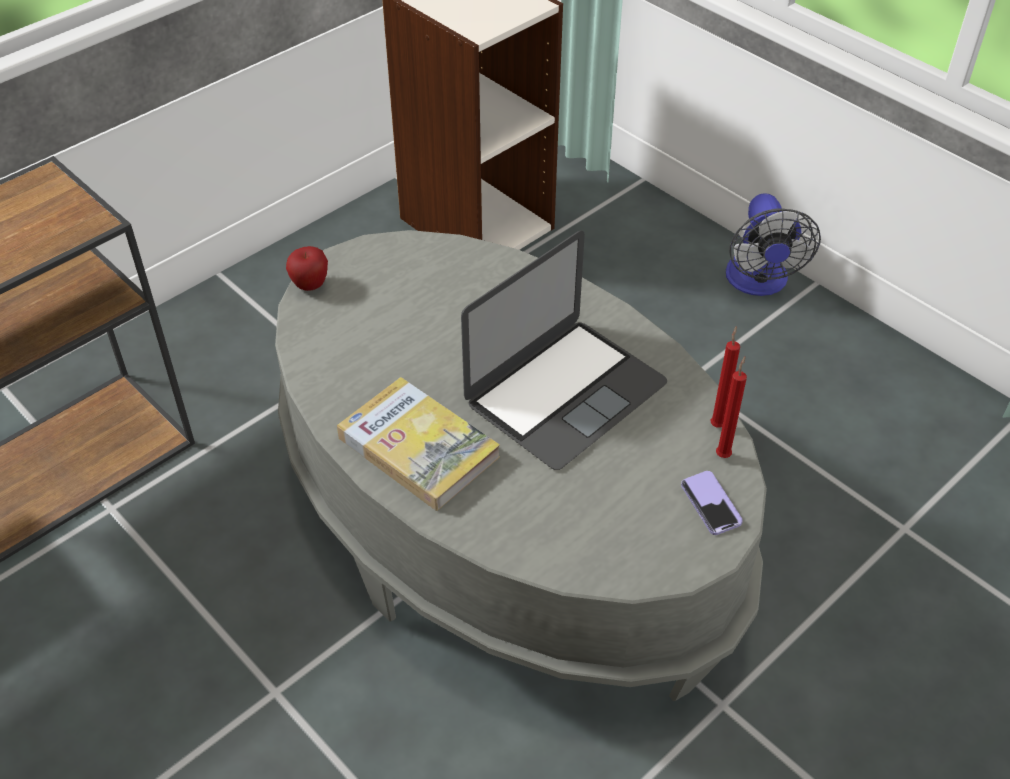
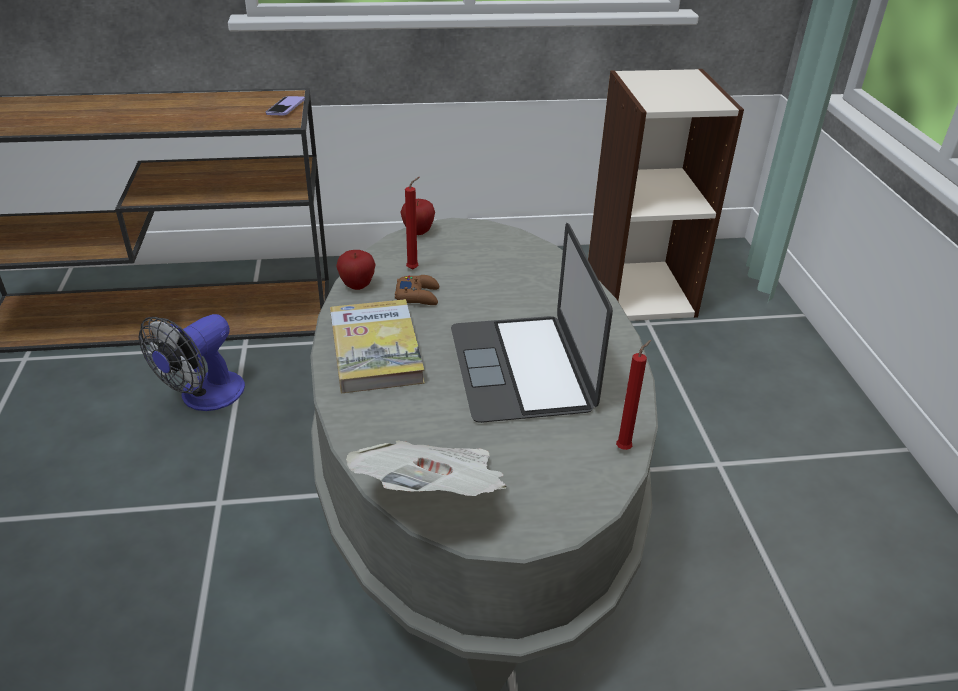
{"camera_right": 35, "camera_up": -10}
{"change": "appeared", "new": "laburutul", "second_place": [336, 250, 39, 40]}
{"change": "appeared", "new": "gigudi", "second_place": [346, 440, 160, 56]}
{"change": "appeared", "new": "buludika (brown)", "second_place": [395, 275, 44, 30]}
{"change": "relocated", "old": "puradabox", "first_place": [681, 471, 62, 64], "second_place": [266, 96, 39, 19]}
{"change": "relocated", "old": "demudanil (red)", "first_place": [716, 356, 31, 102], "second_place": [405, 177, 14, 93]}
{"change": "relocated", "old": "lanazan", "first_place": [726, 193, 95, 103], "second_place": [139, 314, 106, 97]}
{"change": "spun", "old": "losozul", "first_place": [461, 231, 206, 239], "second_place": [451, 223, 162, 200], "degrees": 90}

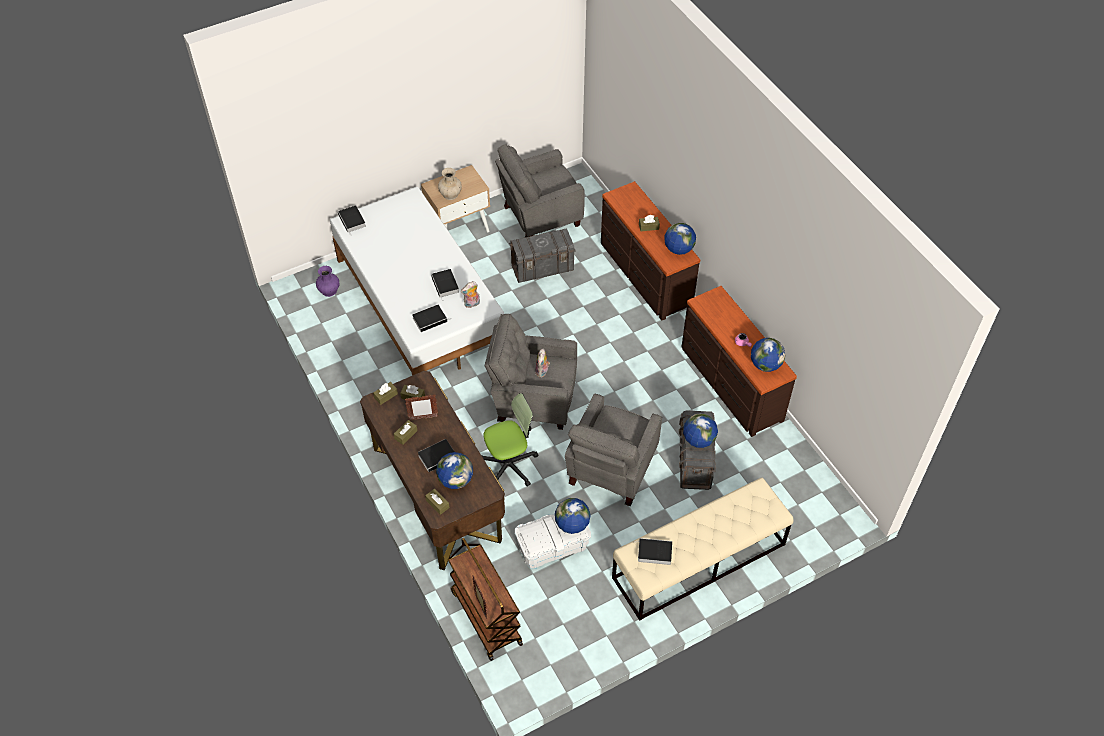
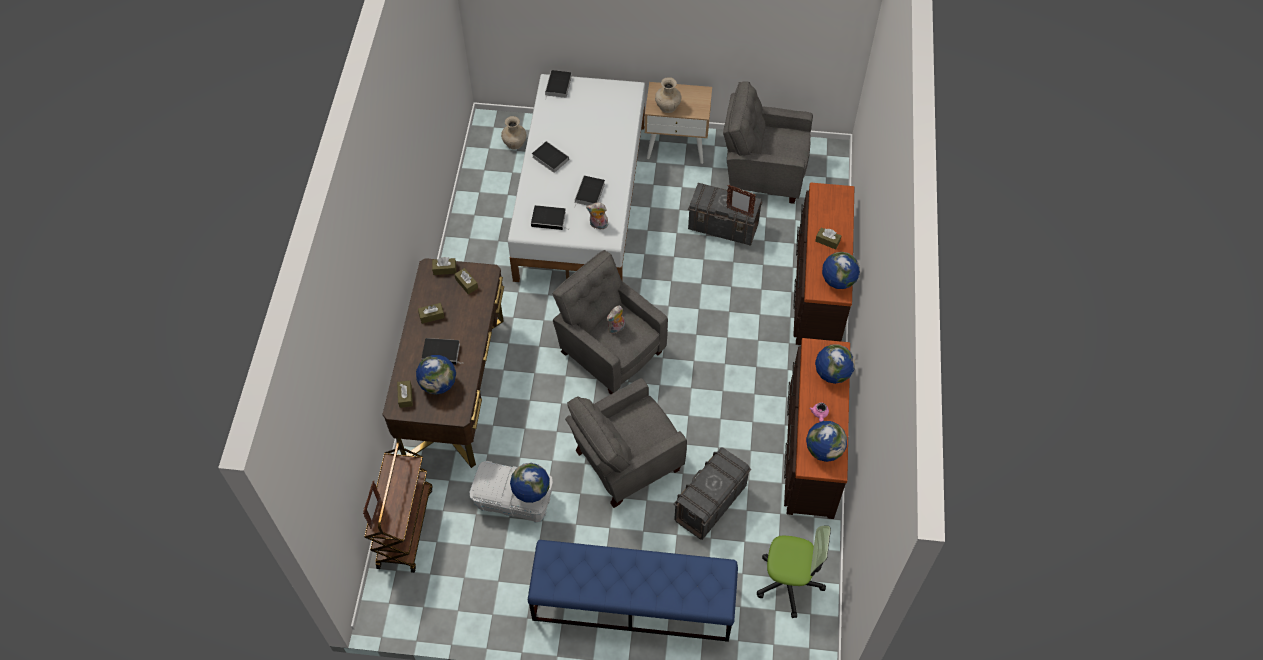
{"camera_right": 35, "camera_up": 5}
{"change": "relocated", "old": "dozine", "first_place": [405, 394, 33, 26], "second_place": [726, 185, 30, 32]}
{"change": "relocated", "old": "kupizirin", "first_place": [481, 393, 57, 94], "second_place": [757, 525, 74, 93]}
{"change": "relocated", "old": "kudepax", "first_place": [633, 538, 39, 27], "second_place": [532, 141, 37, 32]}
{"change": "relocated", "old": "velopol", "first_place": [683, 413, 35, 35], "second_place": [815, 344, 40, 40]}
{"change": "colour", "old": "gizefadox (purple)", "new": "gizefadox (beige)", "first_place": [316, 266, 24, 31], "second_place": [501, 116, 25, 34]}
{"change": "colour", "old": "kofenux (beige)", "new": "kofenux (blue)", "first_place": [612, 478, 181, 143], "second_place": [528, 540, 210, 102]}

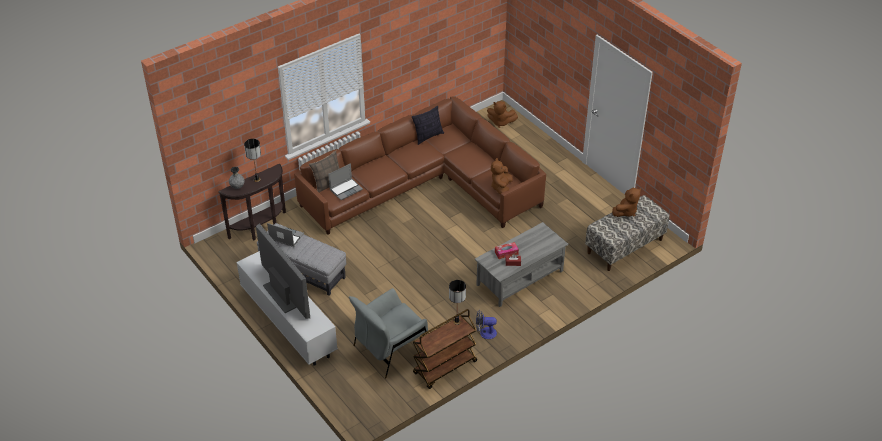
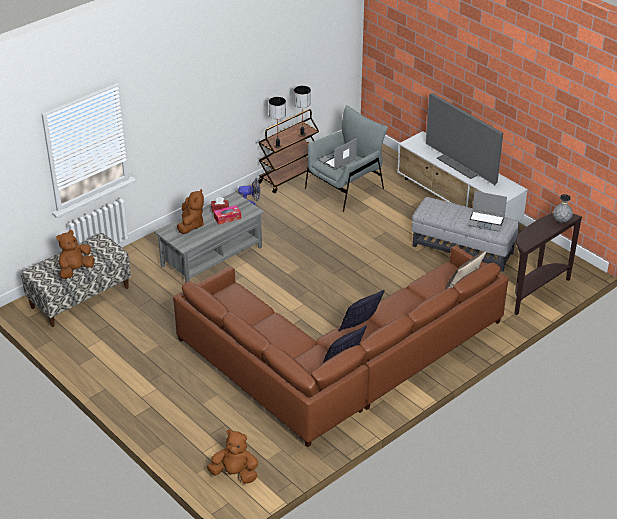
{"camera_right": 175, "camera_up": -5}
{"change": "appeared", "new": "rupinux", "second_place": [338, 290, 47, 42]}
{"change": "relocated", "old": "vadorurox", "first_place": [244, 139, 17, 43], "second_place": [294, 86, 17, 51]}
{"change": "relocated", "old": "losozul", "first_place": [328, 163, 35, 37], "second_place": [319, 138, 38, 32]}
{"change": "relocated", "old": "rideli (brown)", "first_place": [491, 158, 22, 37], "second_place": [177, 189, 27, 45]}

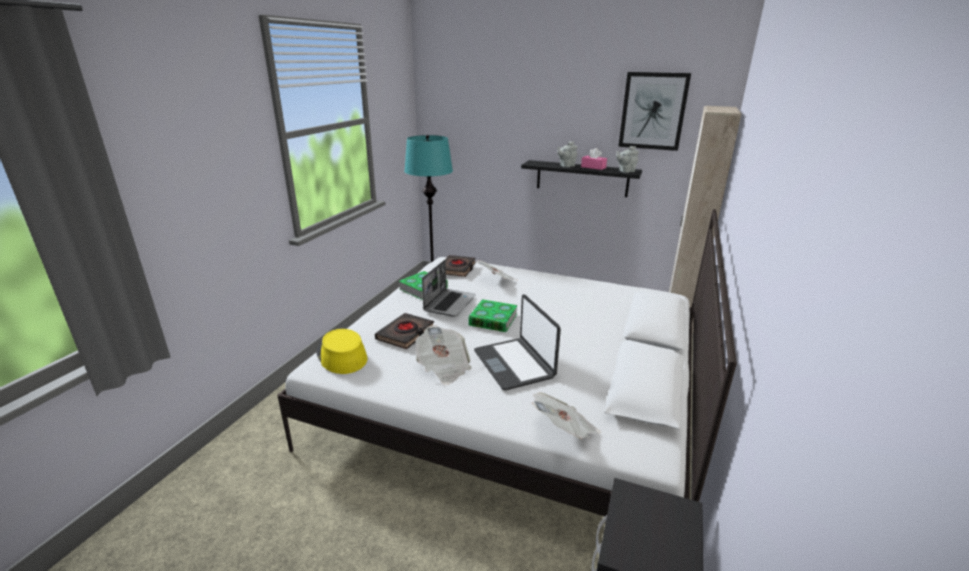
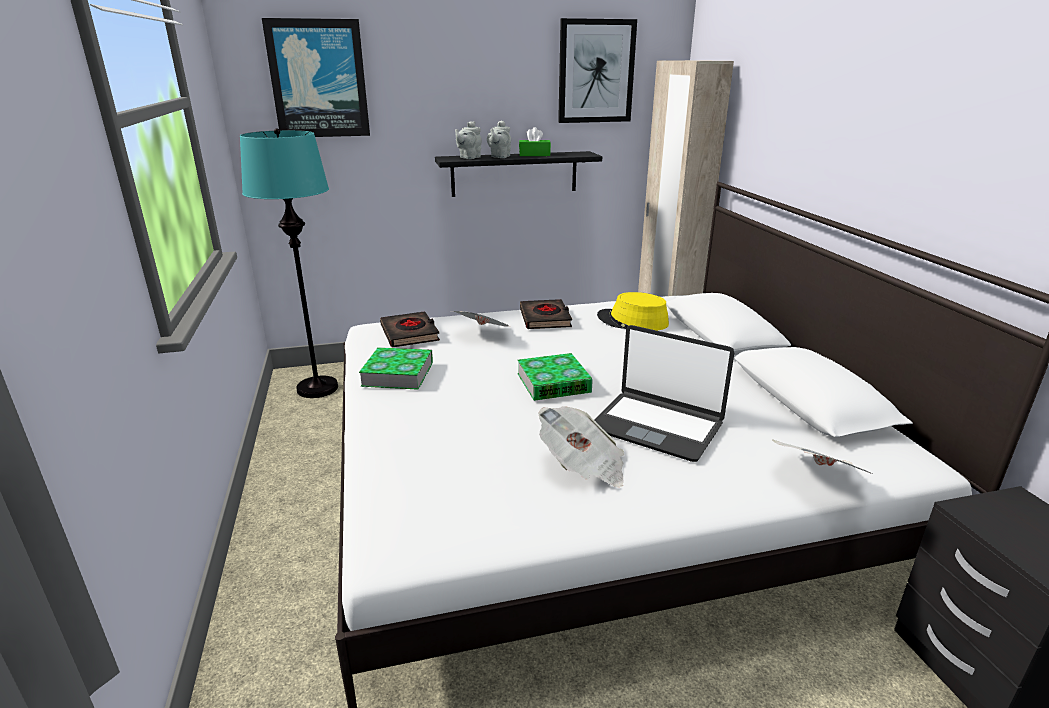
{"camera_right": -35, "camera_up": 0}
{"change": "missing", "old": "losozul", "first_place": [422, 260, 54, 56]}
{"change": "appeared", "new": "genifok", "second_place": [262, 18, 108, 119]}
{"change": "relocated", "old": "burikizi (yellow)", "first_place": [317, 329, 50, 45], "second_place": [597, 292, 72, 39]}
{"change": "relocated", "old": "kudepax (black)", "first_place": [375, 313, 59, 36], "second_place": [520, 299, 52, 30]}
{"change": "relocated", "old": "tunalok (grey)", "first_place": [616, 146, 23, 27], "second_place": [455, 121, 27, 38]}
{"change": "colour", "old": "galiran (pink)", "new": "galiran (green)", "first_place": [581, 148, 26, 22], "second_place": [519, 127, 32, 29]}

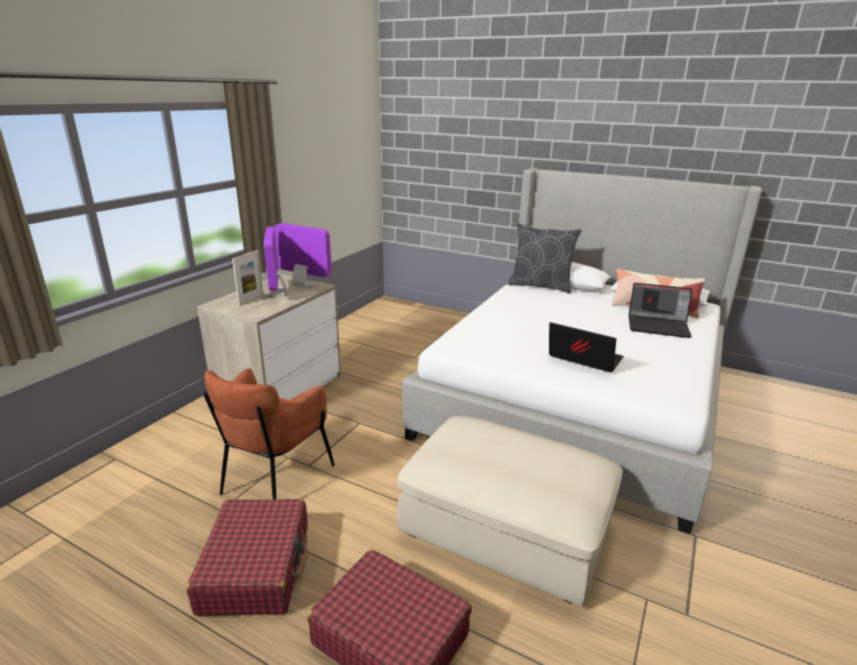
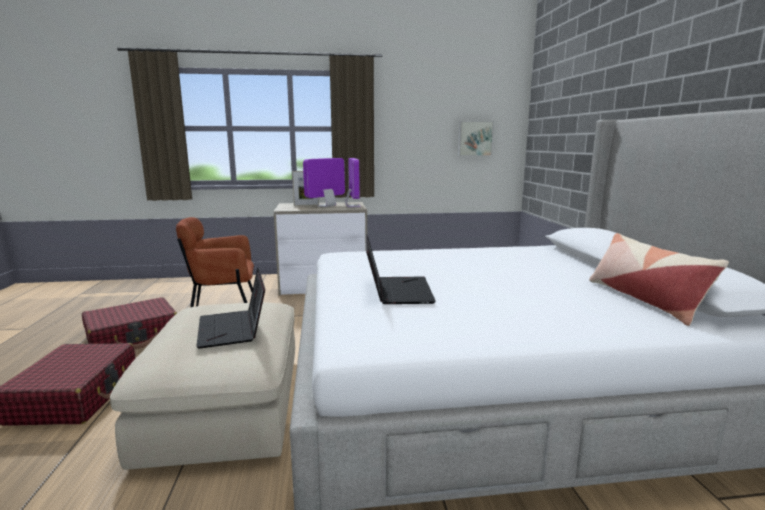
{"camera_right": 55, "camera_up": -10}
{"change": "missing", "old": "rupinux (grey)", "first_place": [508, 223, 74, 71]}
{"change": "appeared", "new": "genifok", "second_place": [458, 121, 36, 35]}
{"change": "relocated", "old": "losozul", "first_place": [629, 283, 64, 55], "second_place": [196, 267, 69, 82]}

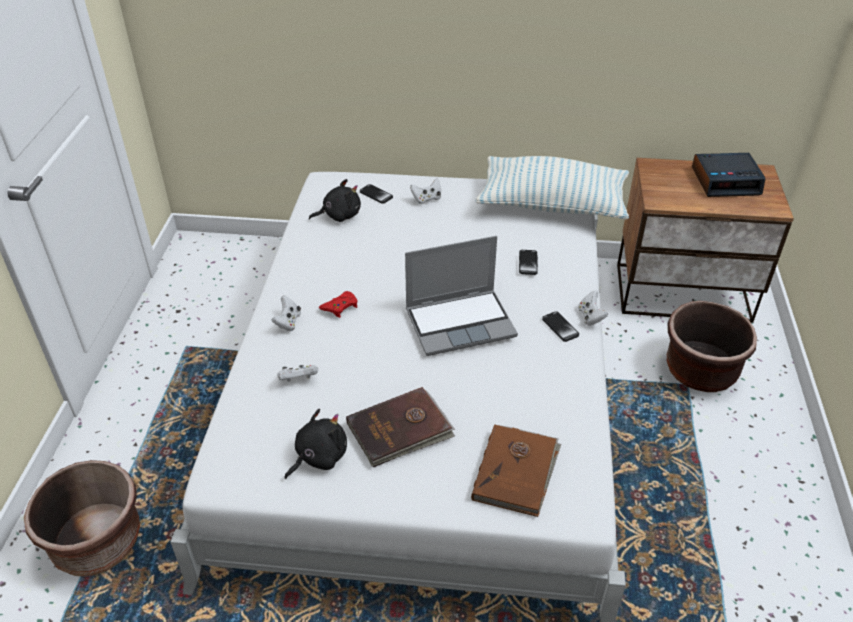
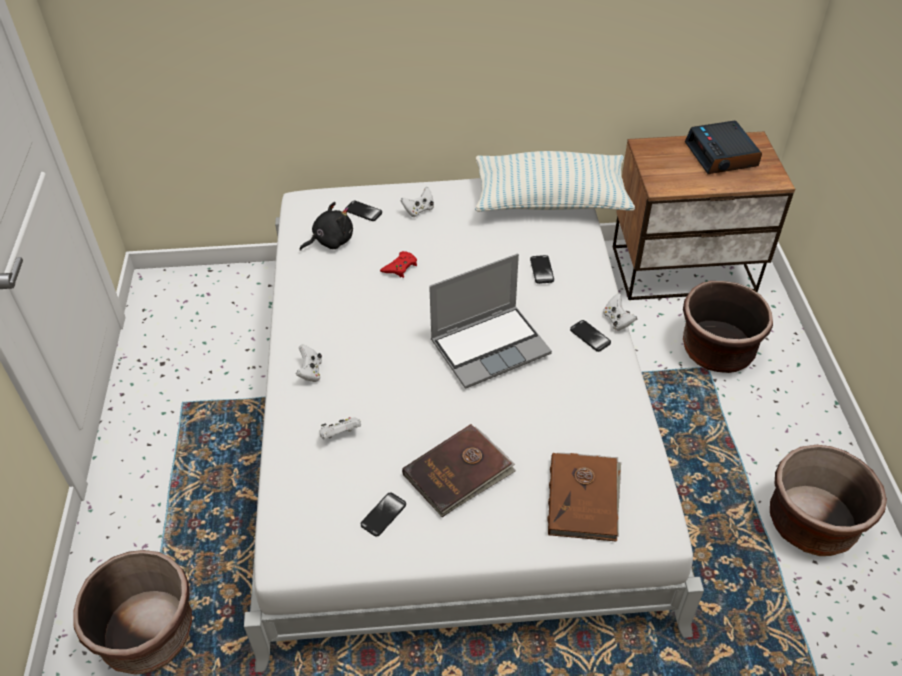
{"camera_right": -10, "camera_up": 5}
{"change": "appeared", "new": "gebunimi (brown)", "second_place": [770, 445, 117, 111]}
{"change": "relocated", "old": "buludika (red)", "first_place": [319, 291, 38, 27], "second_place": [380, 251, 37, 27]}
{"change": "exchanged", "old": "rideli (black)", "new": "puradabox", "first_place": [284, 409, 63, 70], "second_place": [361, 492, 45, 45]}
{"change": "spun", "old": "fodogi", "first_place": [692, 153, 73, 44], "second_place": [685, 121, 77, 53], "degrees": 90}

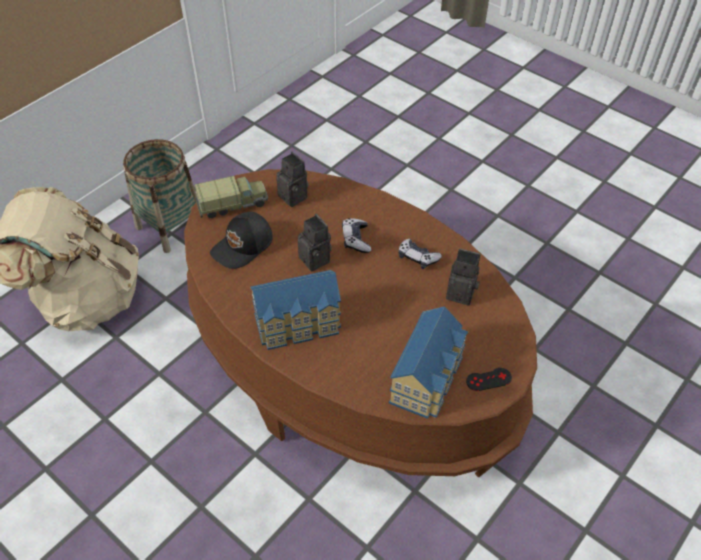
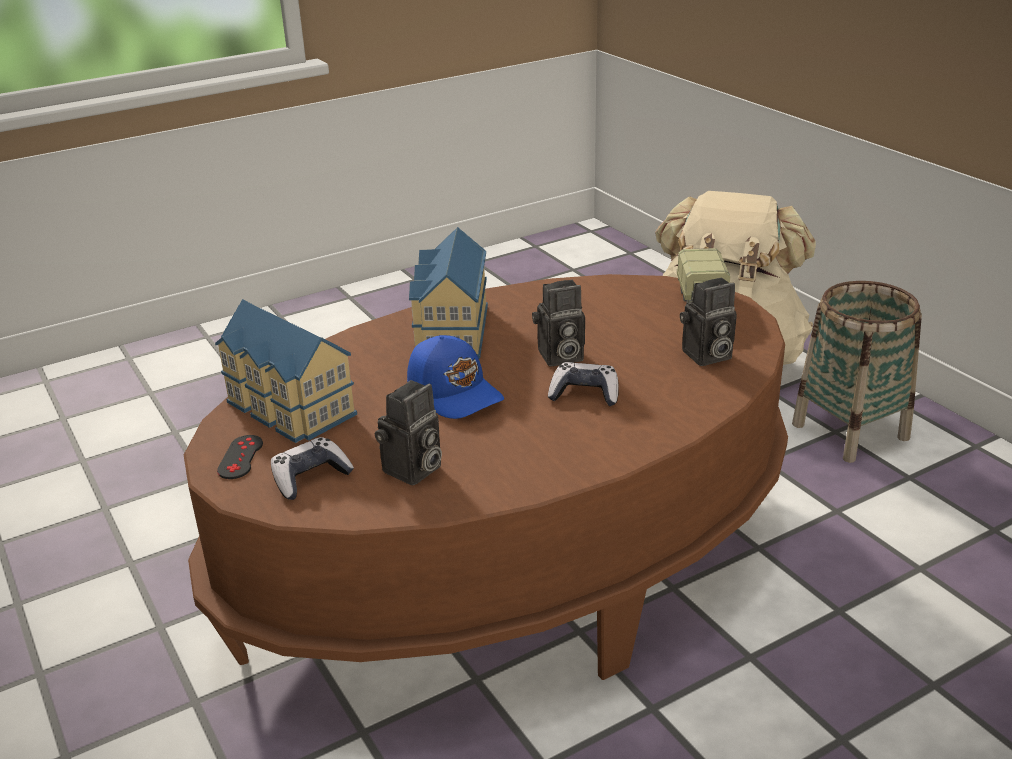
{"camera_right": 110, "camera_up": -20}
{"change": "missing", "old": "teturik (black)", "first_place": [210, 212, 63, 57]}
{"change": "appeared", "new": "teturik (blue)", "second_place": [407, 335, 97, 84]}
{"change": "relocated", "old": "buludika", "first_place": [398, 239, 44, 30], "second_place": [271, 437, 83, 63]}

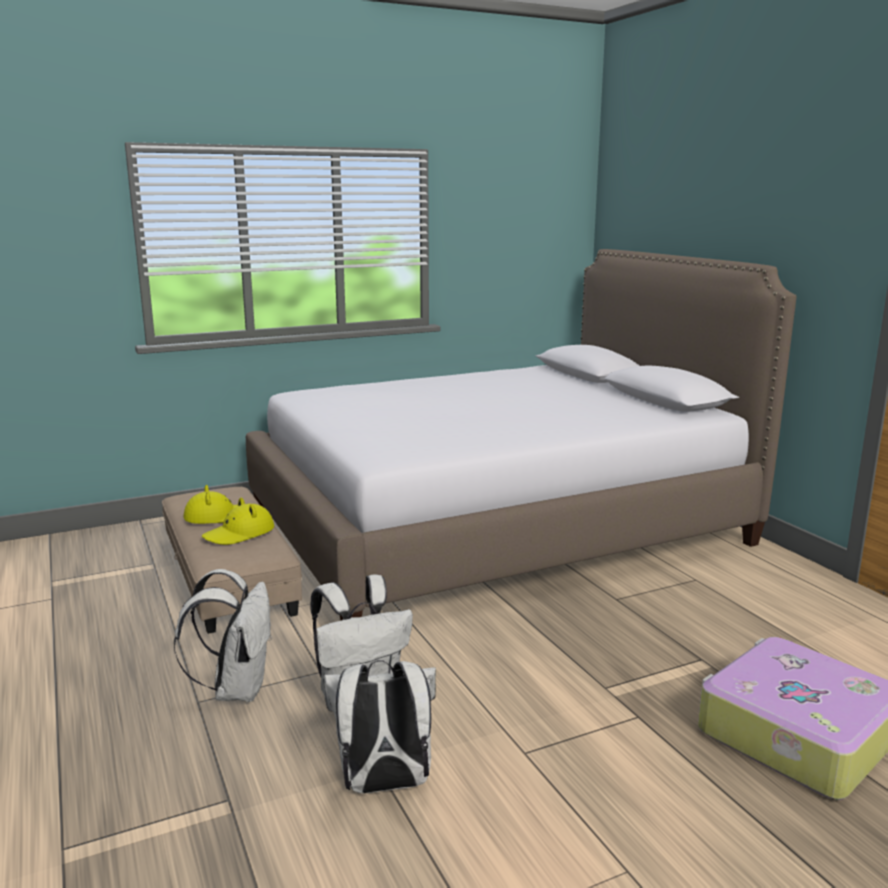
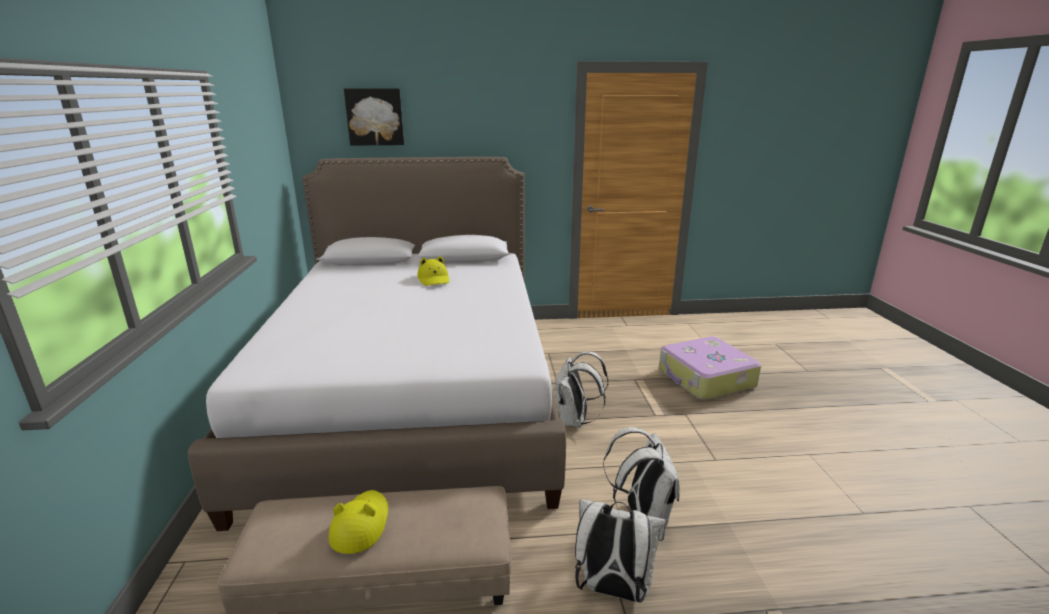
{"camera_right": -70, "camera_up": 5}
{"change": "appeared", "new": "genifok", "second_place": [344, 88, 60, 58]}
{"change": "relocated", "old": "burikizi (yellow)", "first_place": [202, 498, 72, 47], "second_place": [418, 256, 31, 29]}
{"change": "relocated", "old": "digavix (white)", "first_place": [323, 660, 113, 134], "second_place": [554, 352, 55, 76]}

